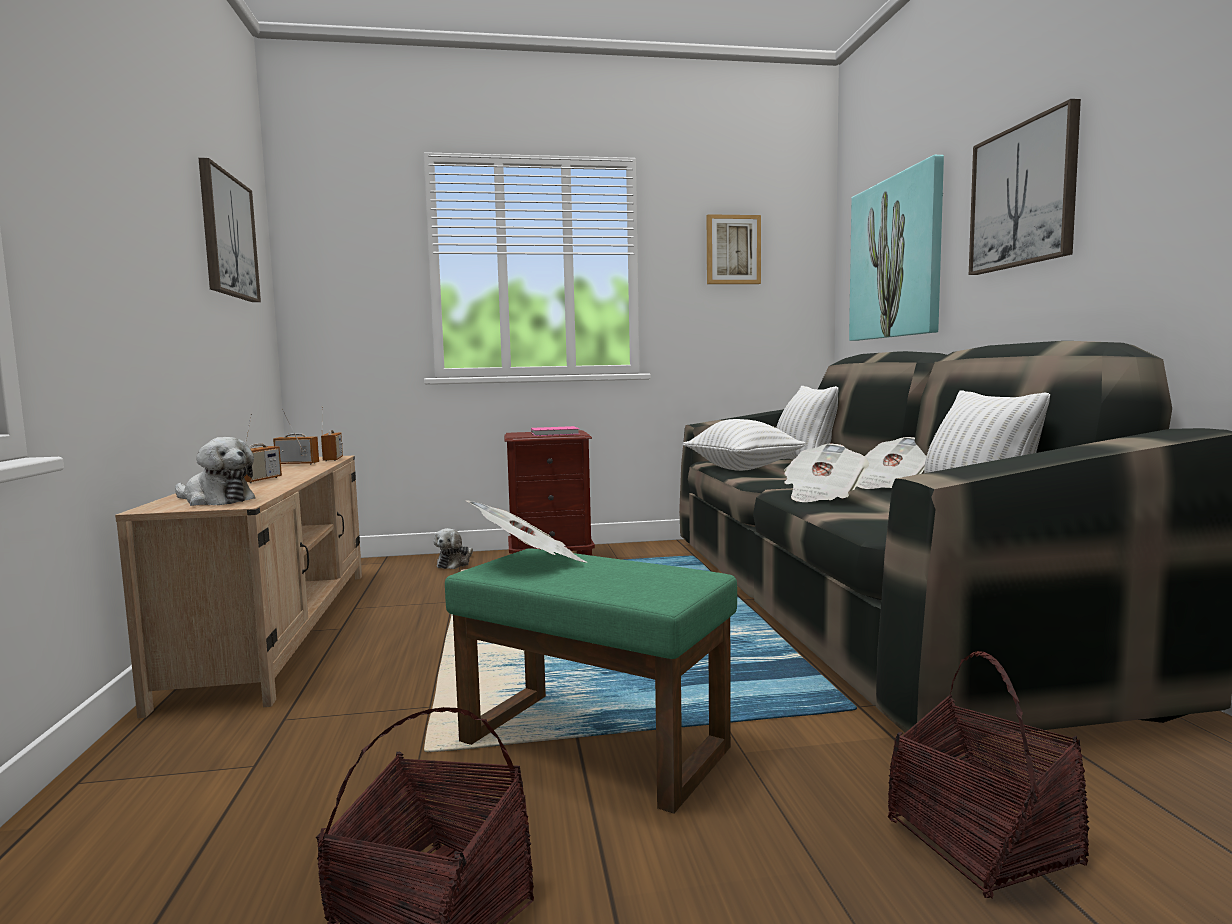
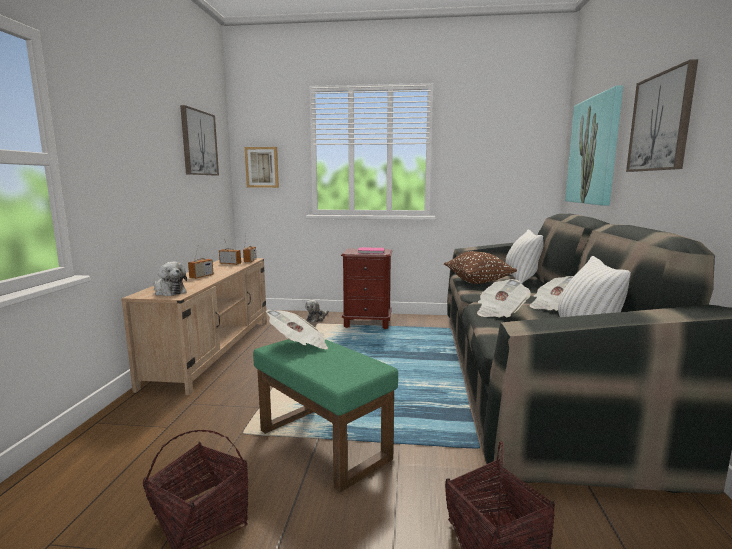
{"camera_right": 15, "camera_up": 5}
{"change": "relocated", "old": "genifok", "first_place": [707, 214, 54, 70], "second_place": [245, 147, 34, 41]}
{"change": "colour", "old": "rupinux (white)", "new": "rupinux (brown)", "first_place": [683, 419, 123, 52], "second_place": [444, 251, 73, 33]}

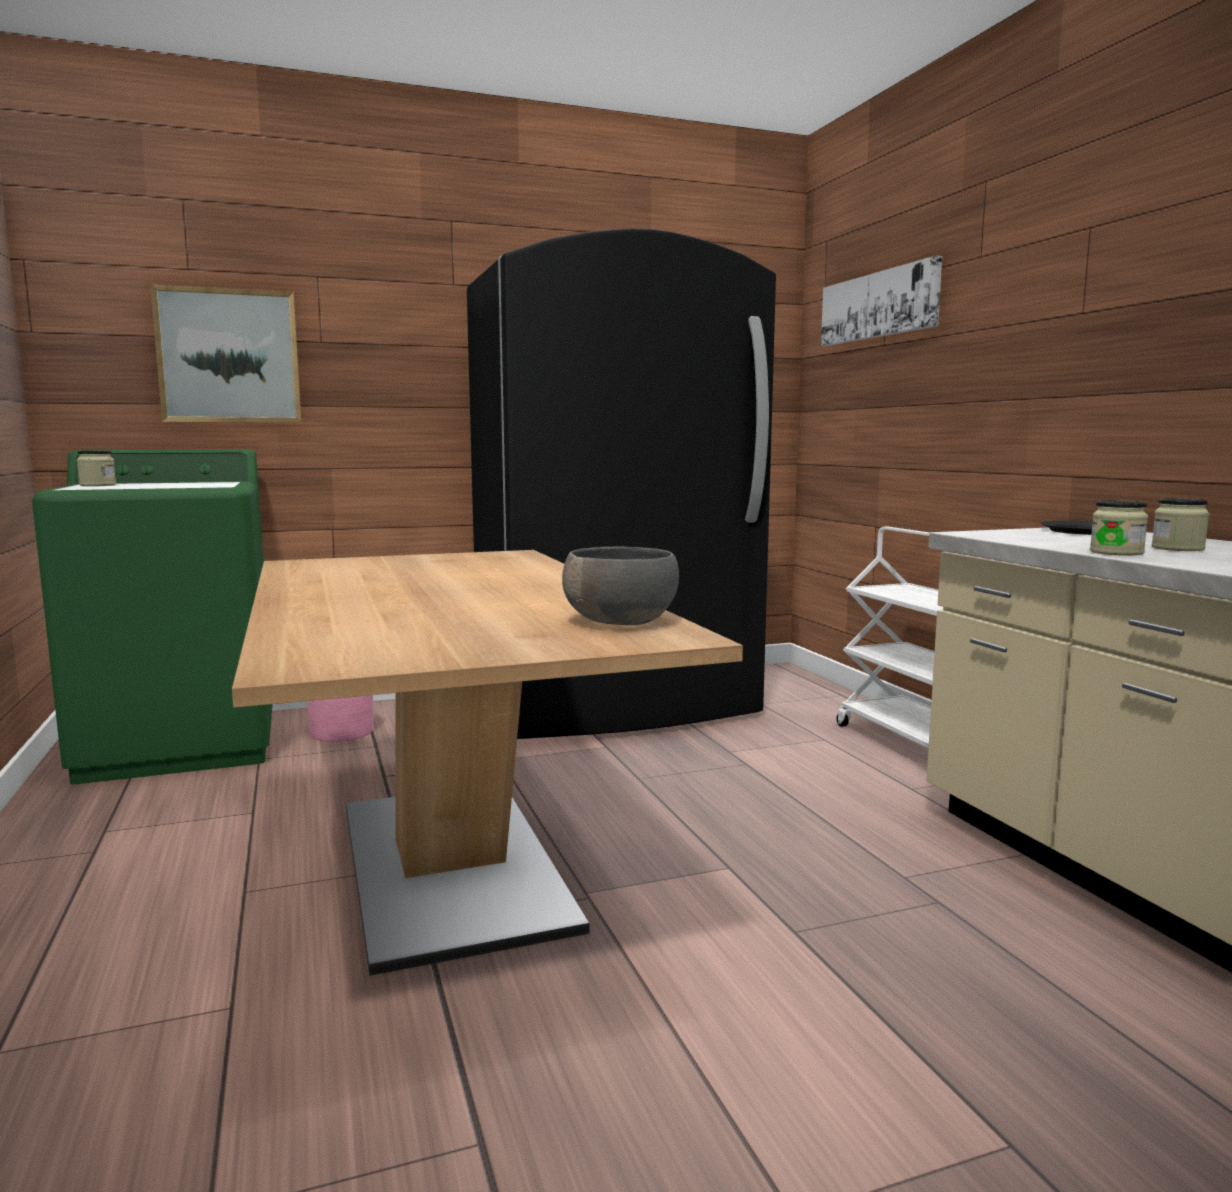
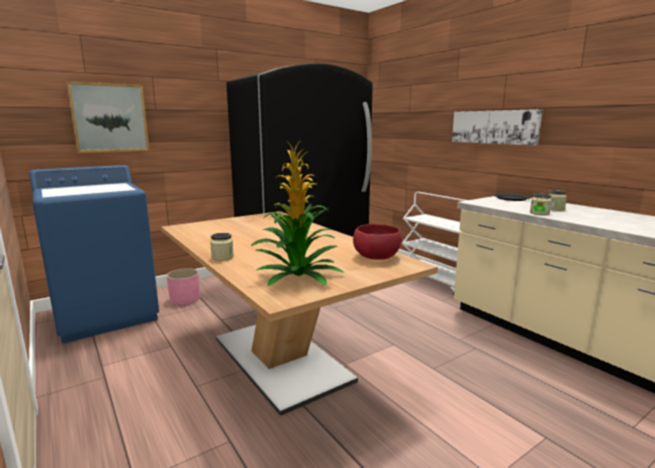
{"camera_right": -15, "camera_up": 5}
{"change": "appeared", "new": "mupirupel", "second_place": [251, 141, 93, 145]}
{"change": "relocated", "old": "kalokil", "first_place": [77, 451, 39, 35], "second_place": [210, 233, 24, 28]}
{"change": "relocated", "old": "genifok", "first_place": [821, 256, 121, 90], "second_place": [452, 109, 91, 36]}
{"change": "colour", "old": "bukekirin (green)", "new": "bukekirin (blue)", "first_place": [32, 449, 241, 335], "second_place": [29, 165, 130, 178]}
{"change": "colour", "old": "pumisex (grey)", "new": "pumisex (red)", "first_place": [562, 547, 117, 78], "second_place": [353, 224, 49, 36]}

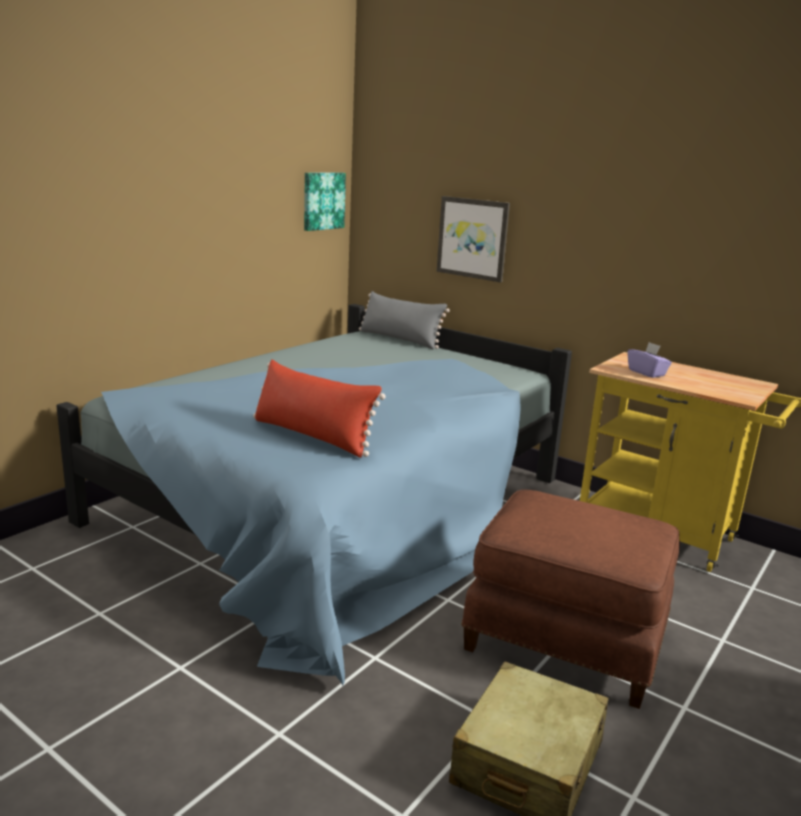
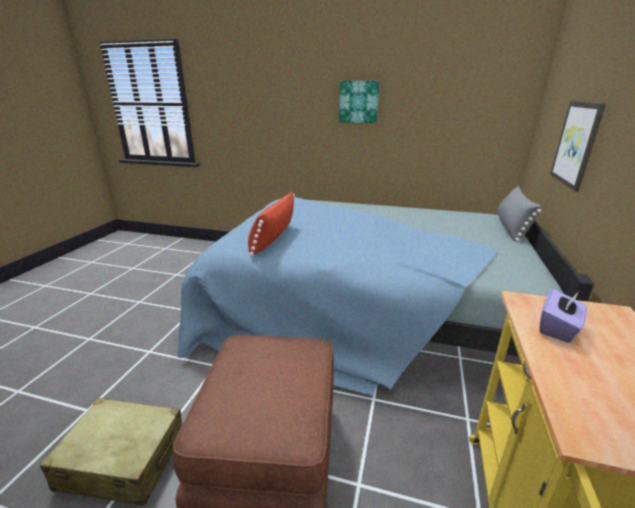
{"camera_right": 70, "camera_up": 5}
{"change": "relocated", "old": "genifok", "first_place": [304, 173, 42, 58], "second_place": [339, 81, 41, 42]}

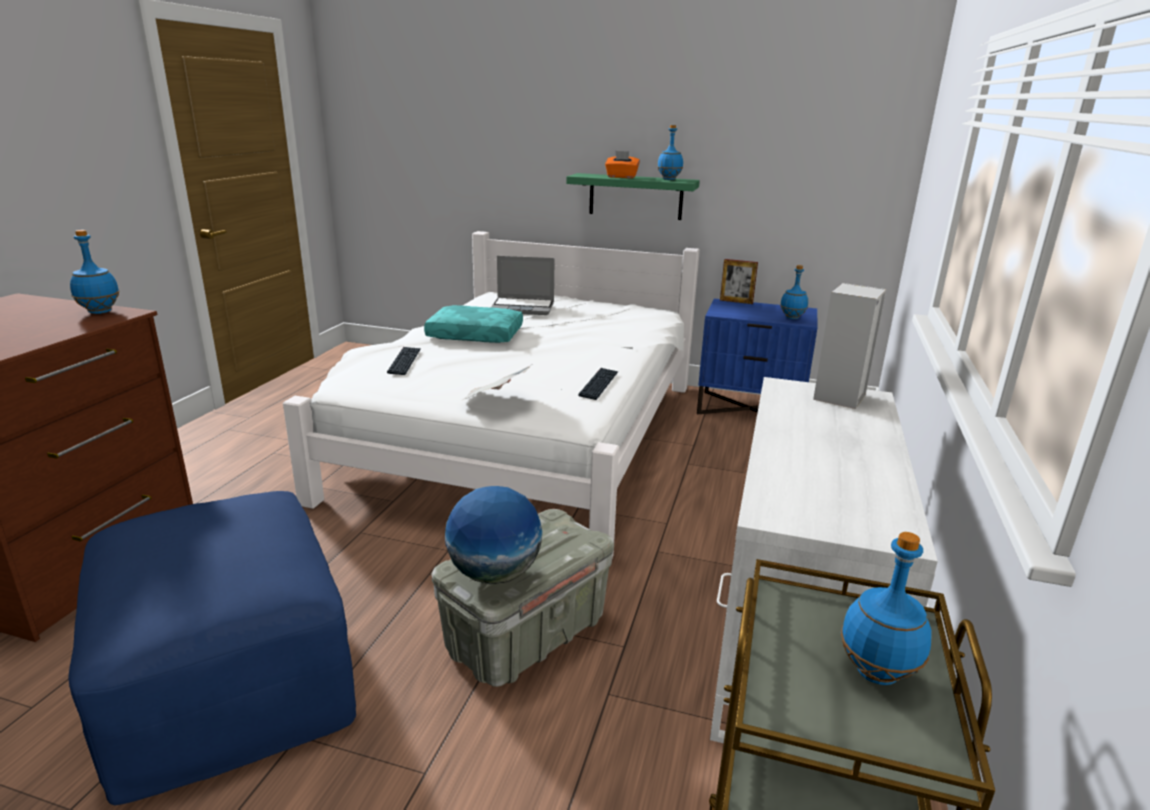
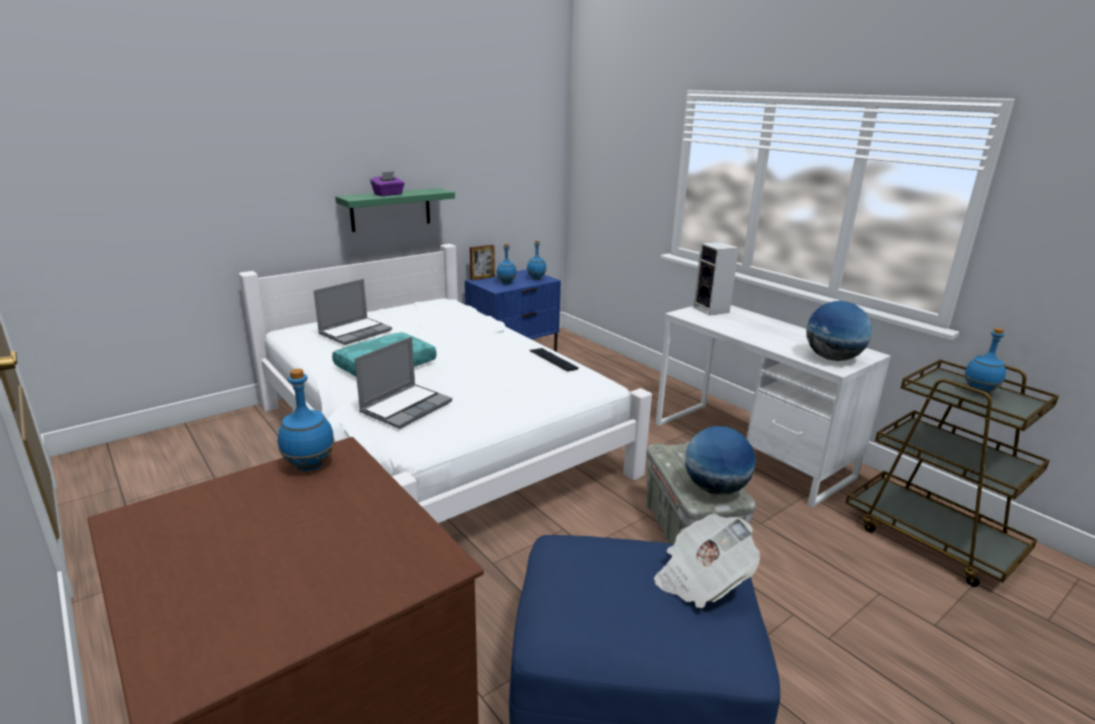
{"camera_right": -55, "camera_up": 0}
{"change": "appeared", "new": "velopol", "second_place": [806, 301, 66, 60]}
{"change": "relocated", "old": "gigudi", "first_place": [461, 366, 69, 35], "second_place": [654, 514, 106, 94]}
{"change": "relocated", "old": "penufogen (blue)", "first_place": [657, 125, 26, 55], "second_place": [497, 244, 19, 40]}
{"change": "exchanged", "old": "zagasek", "new": "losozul", "first_place": [387, 347, 34, 28], "second_place": [355, 337, 97, 92]}
{"change": "colour", "old": "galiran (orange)", "new": "galiran (purple)", "first_place": [605, 151, 35, 27], "second_place": [370, 172, 35, 24]}

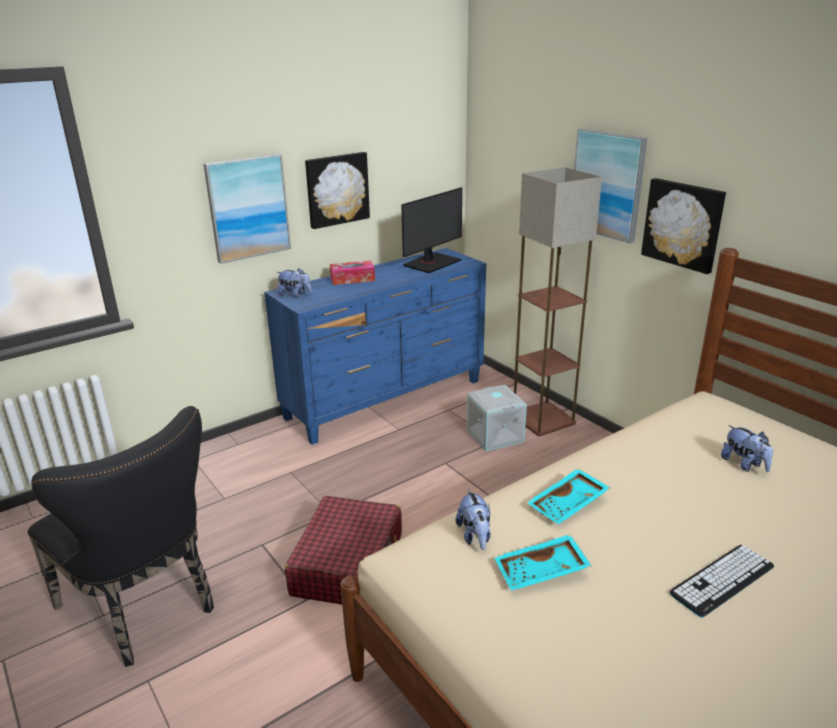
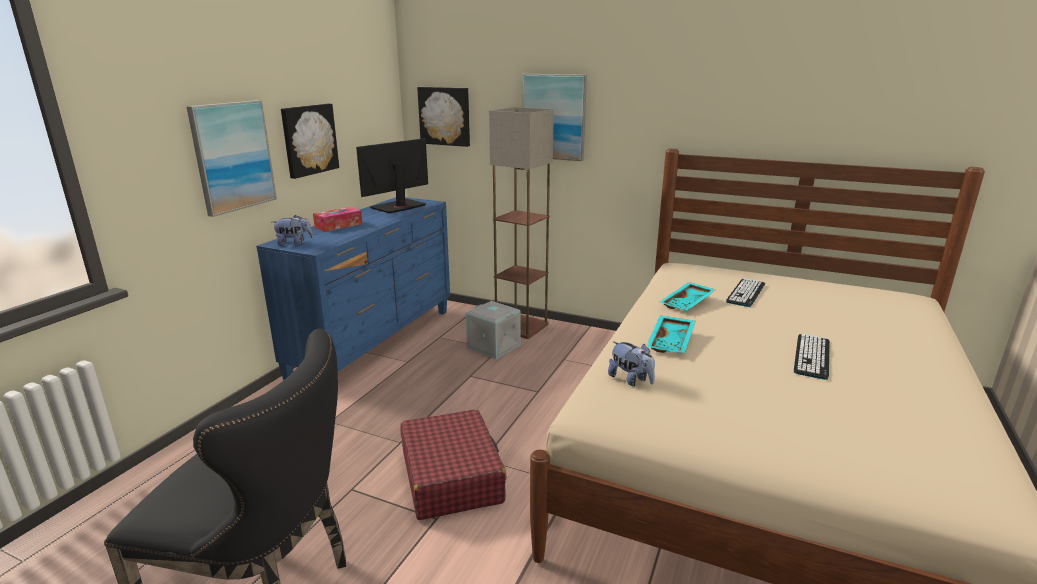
{"camera_right": -30, "camera_up": -5}
{"change": "relocated", "old": "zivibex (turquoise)", "first_place": [494, 534, 97, 57], "second_place": [660, 282, 56, 28]}
{"change": "relocated", "old": "genifok", "first_place": [641, 178, 85, 96], "second_place": [417, 87, 53, 60]}
{"change": "exchanged", "old": "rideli", "new": "zagasek", "first_place": [721, 425, 52, 47], "second_place": [726, 278, 39, 29]}
{"change": "spun", "old": "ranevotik", "first_place": [401, 187, 61, 86], "second_place": [356, 138, 72, 75], "degrees": -150}

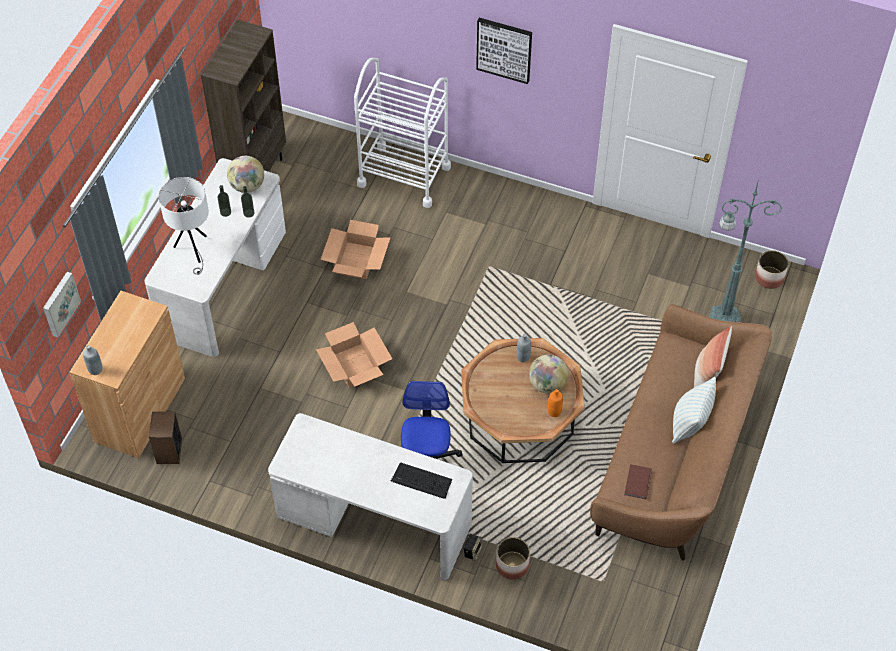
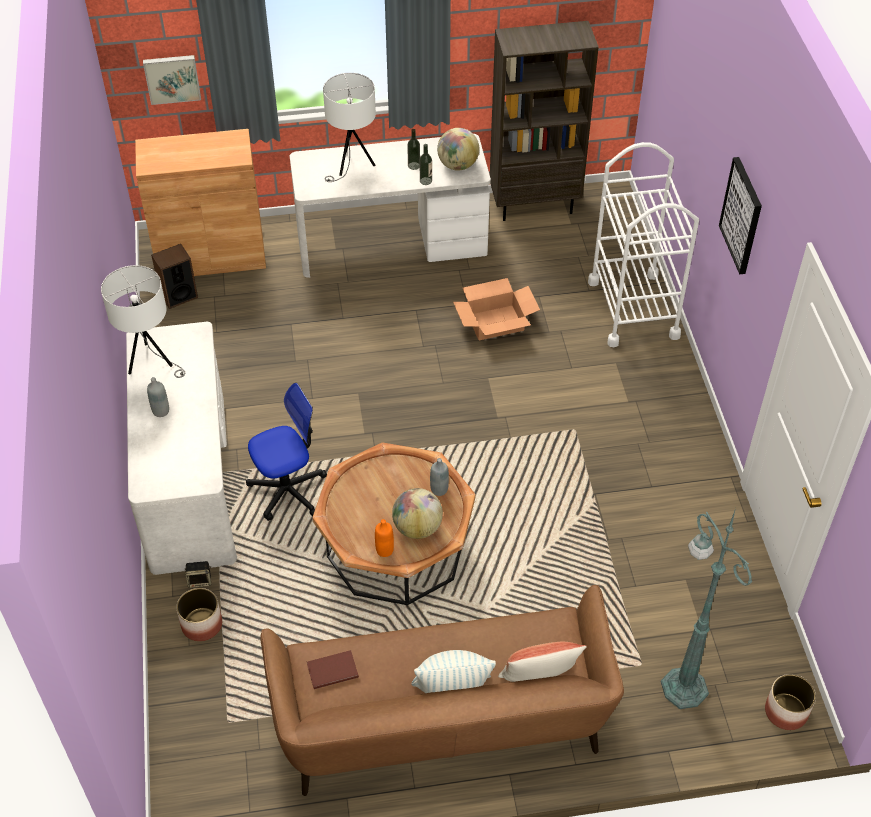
{"camera_right": 60, "camera_up": -5}
{"change": "missing", "old": "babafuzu", "first_place": [316, 322, 76, 66]}
{"change": "missing", "old": "zagasek", "first_place": [391, 462, 61, 37]}
{"change": "appeared", "new": "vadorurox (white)", "second_place": [101, 265, 84, 113]}
{"change": "relocated", "old": "penufogen (grey)", "first_place": [83, 345, 19, 30], "second_place": [147, 377, 22, 40]}

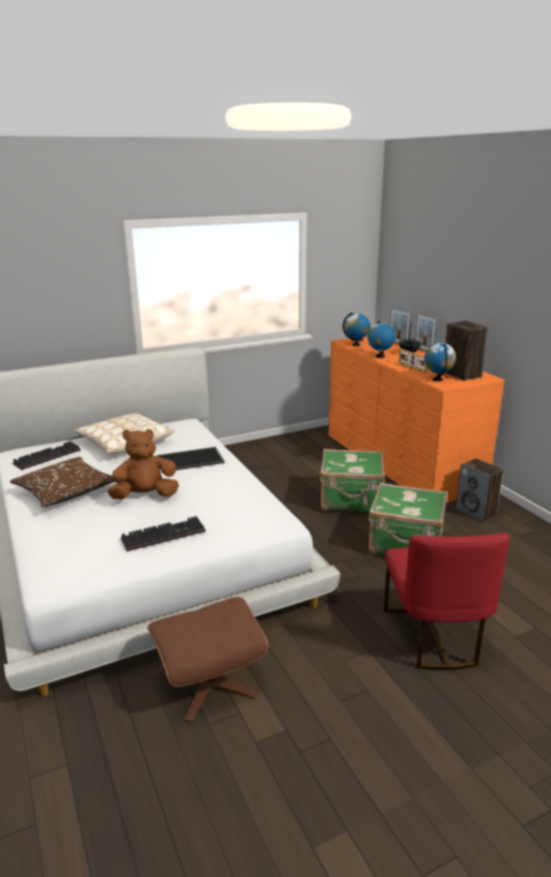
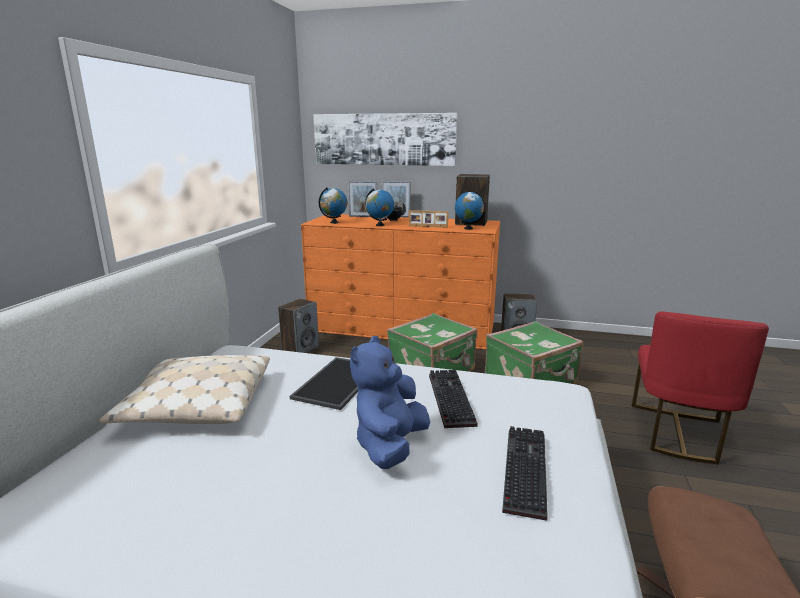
{"camera_right": -50, "camera_up": -5}
{"change": "missing", "old": "rupinux (brown)", "first_place": [10, 457, 104, 50]}
{"change": "appeared", "new": "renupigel", "second_place": [278, 299, 41, 54]}
{"change": "appeared", "new": "genifok", "second_place": [313, 113, 144, 53]}
{"change": "relocated", "old": "zagasek", "first_place": [13, 441, 68, 29], "second_place": [429, 370, 49, 58]}
{"change": "colour", "old": "rideli (brown)", "new": "rideli (blue)", "first_place": [107, 429, 72, 70], "second_place": [350, 336, 80, 133]}
{"change": "spun", "old": "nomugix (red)", "first_place": [383, 533, 127, 137], "second_place": [632, 311, 137, 153], "degrees": 75}

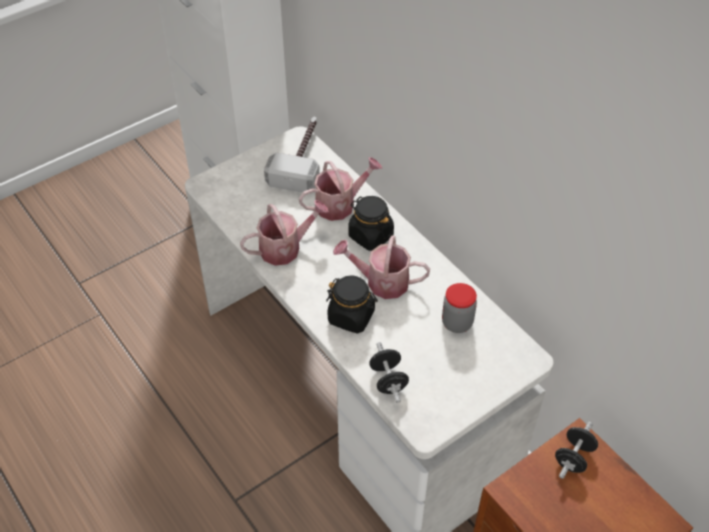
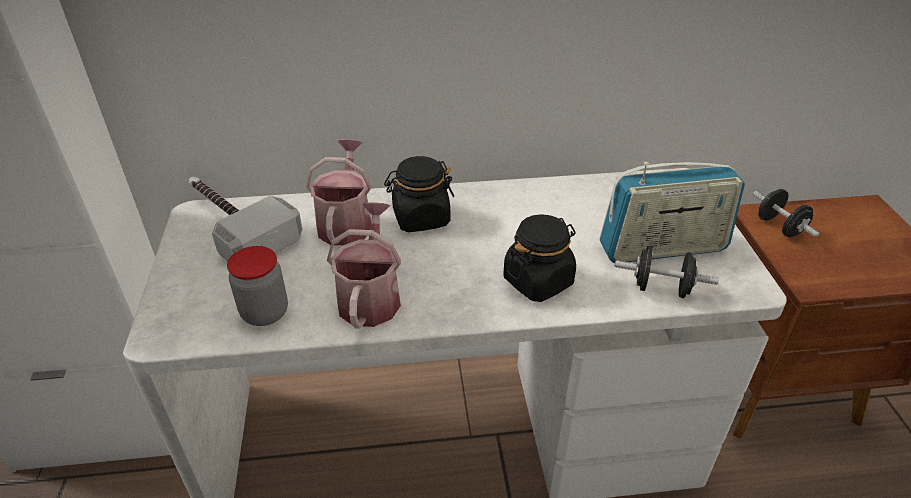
{"camera_right": -60, "camera_up": -10}
{"change": "missing", "old": "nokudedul", "first_place": [333, 235, 97, 64]}
{"change": "appeared", "new": "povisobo", "second_place": [599, 162, 146, 101]}
{"change": "relocated", "old": "kalokil", "first_place": [442, 283, 35, 50], "second_place": [227, 246, 61, 80]}

